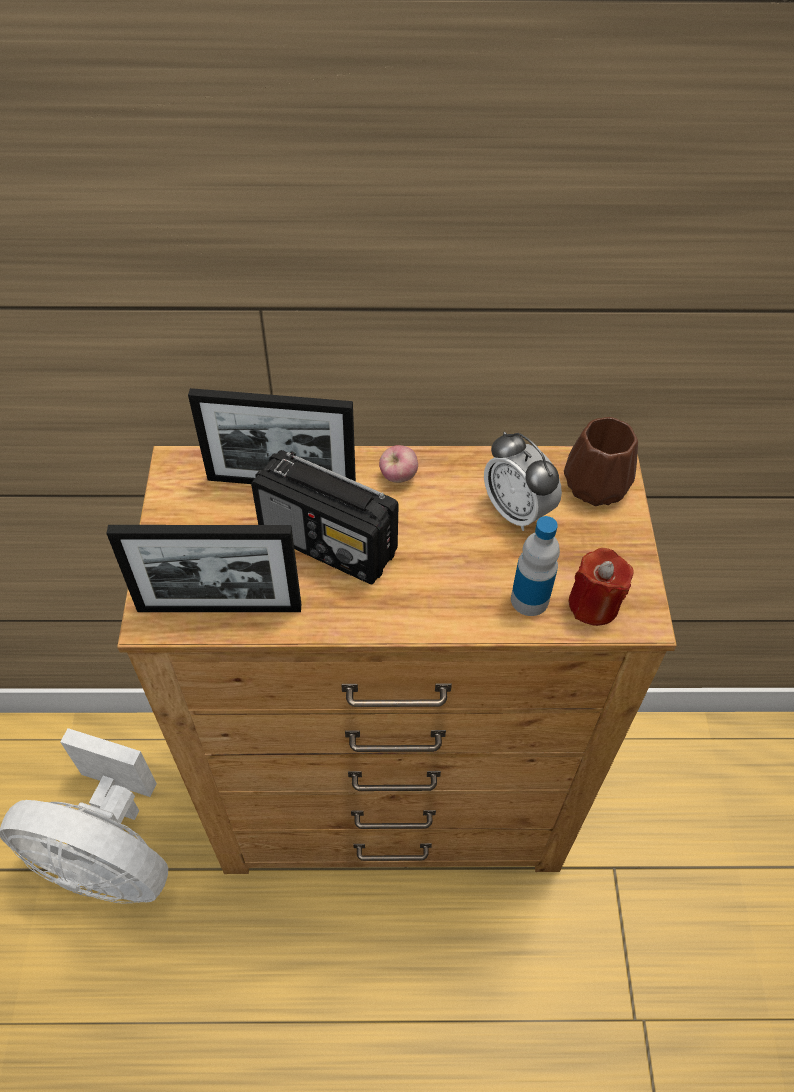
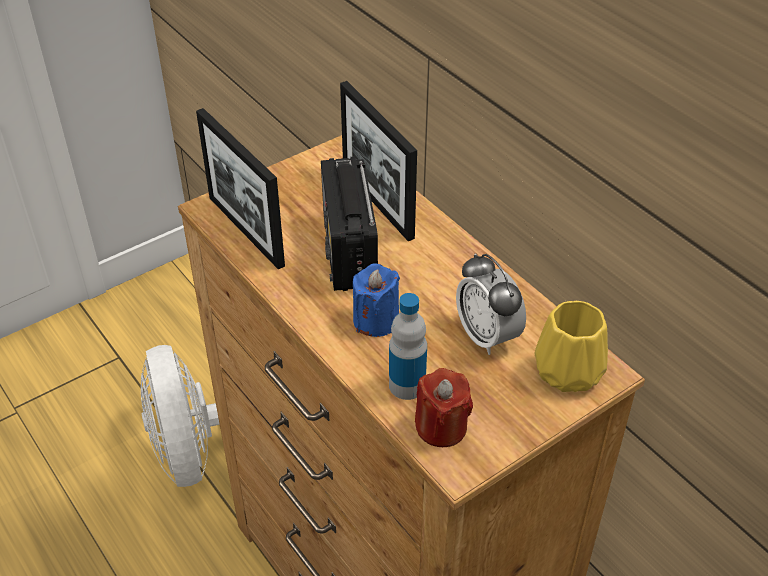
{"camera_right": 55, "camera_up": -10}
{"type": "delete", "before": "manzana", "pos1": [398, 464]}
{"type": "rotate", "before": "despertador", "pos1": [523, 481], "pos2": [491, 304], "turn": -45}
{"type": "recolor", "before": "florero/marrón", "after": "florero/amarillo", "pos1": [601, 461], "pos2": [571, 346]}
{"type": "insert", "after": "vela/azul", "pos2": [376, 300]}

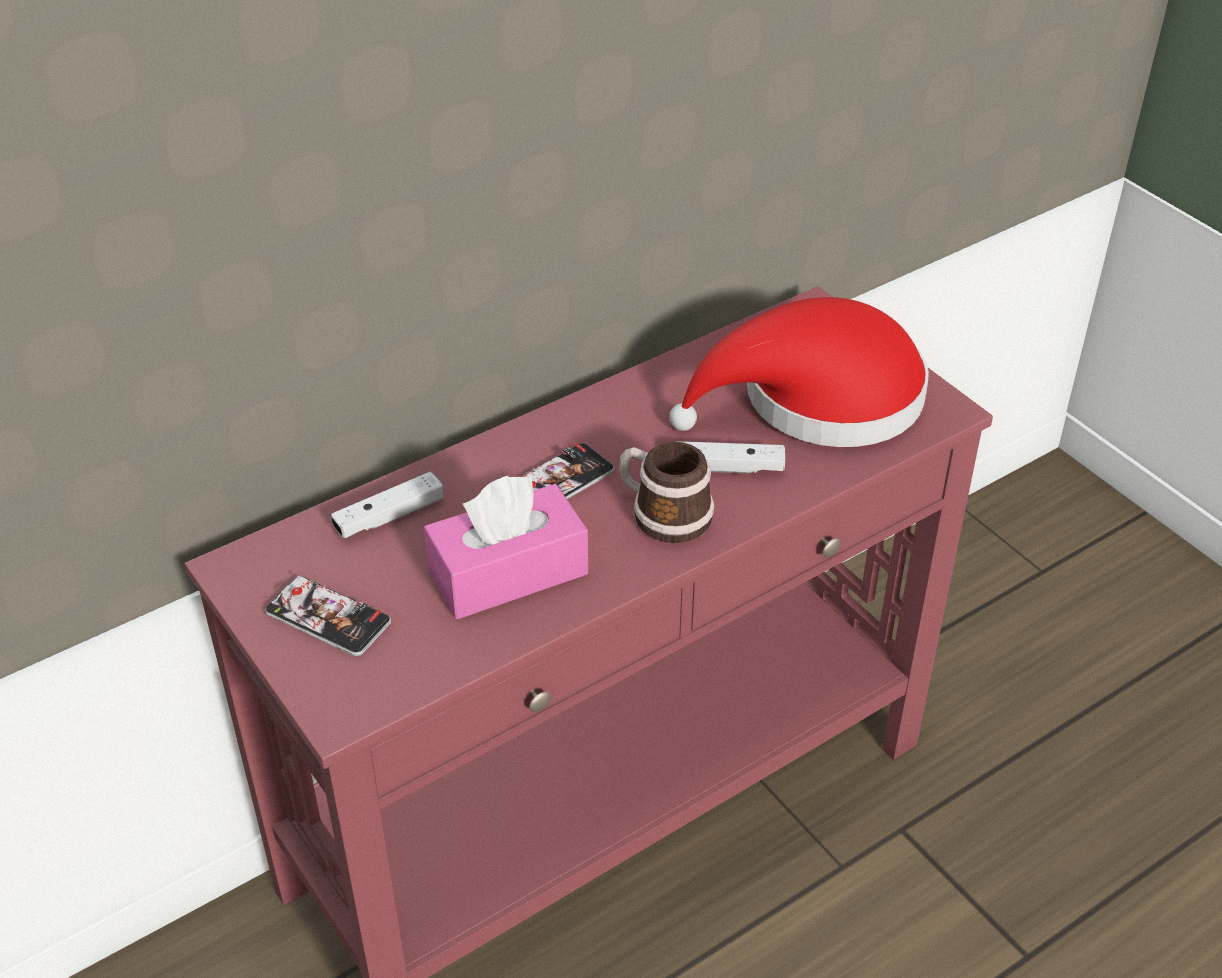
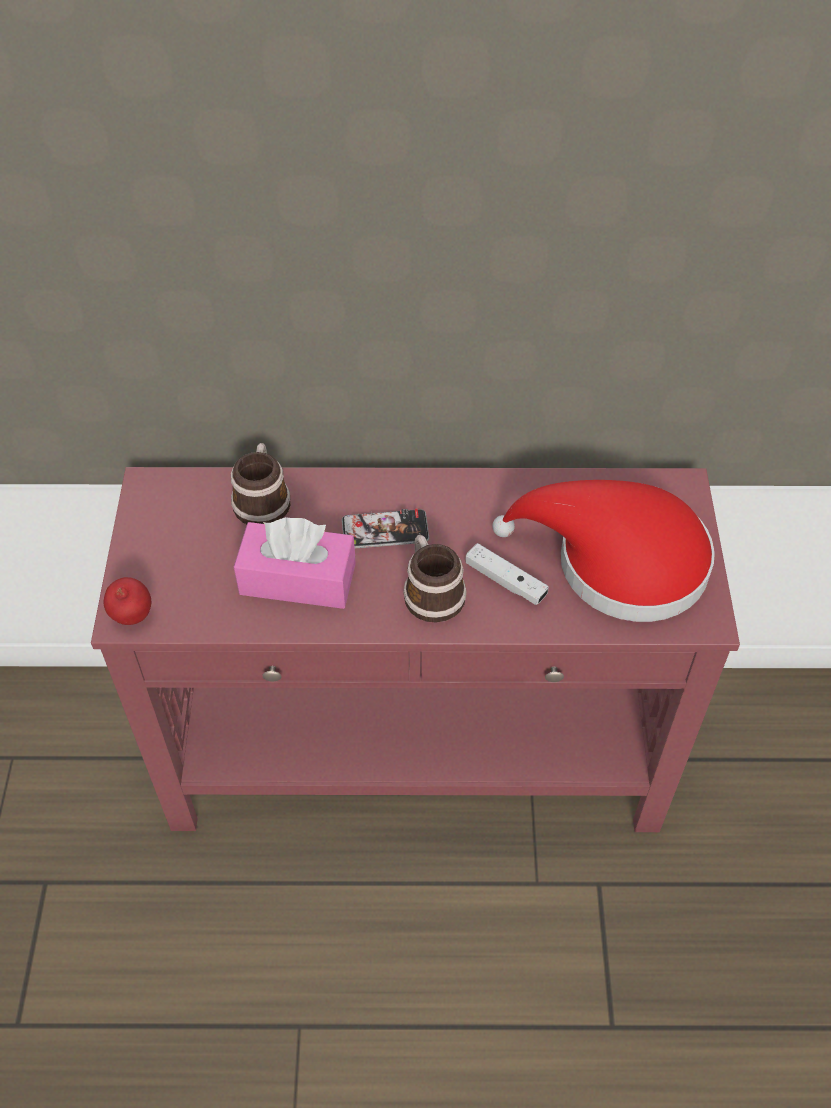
{"camera_right": 35, "camera_up": 10}
{"type": "delete", "before": "móvil", "pos1": [328, 615]}
{"type": "replace", "before": "mando de consola/blanco", "after": "taza grande", "pos1": [387, 505], "pos2": [260, 483]}
{"type": "insert", "after": "manzana", "pos2": [127, 601]}

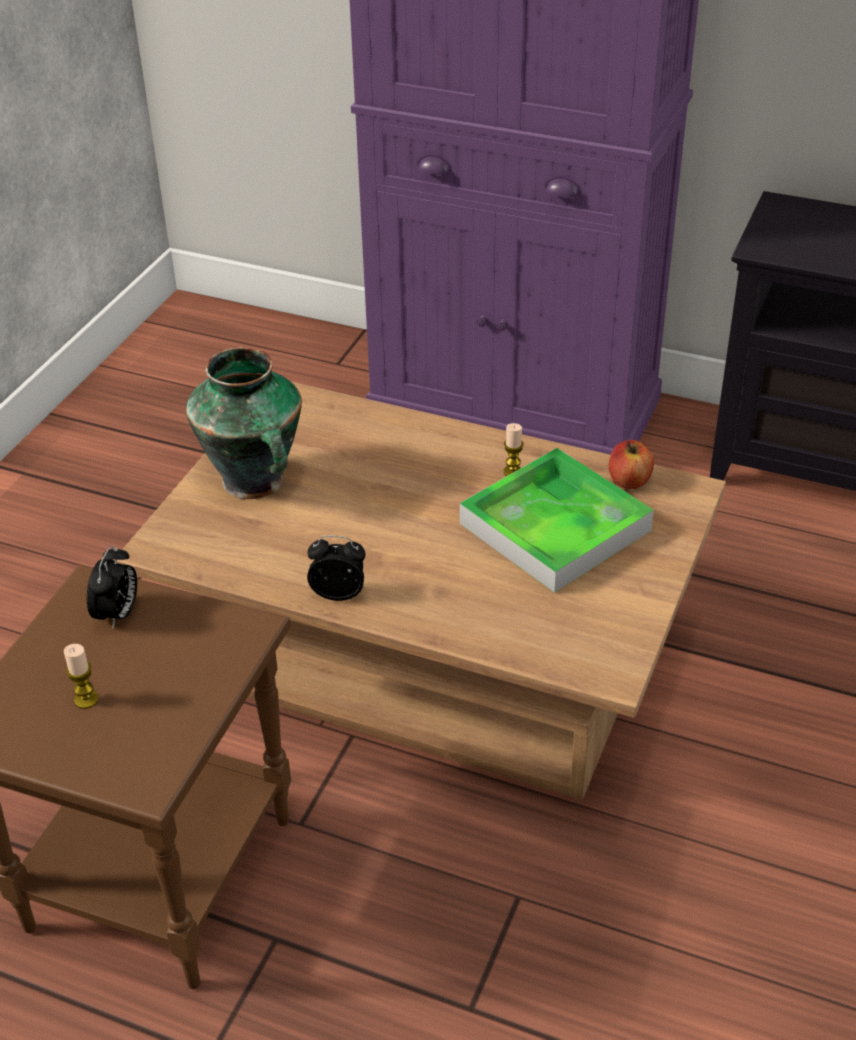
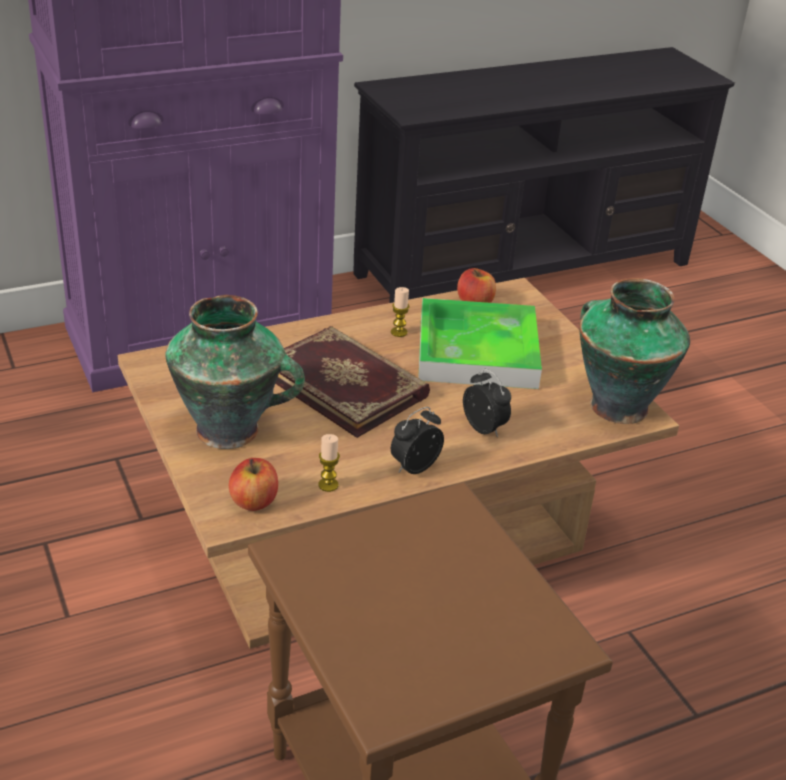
{"camera_right": -50, "camera_up": -5}
{"type": "move", "before": "vela", "pos1": [81, 676], "pos2": [329, 463]}
{"type": "move", "before": "despertador", "pos1": [112, 587], "pos2": [487, 403]}
{"type": "insert", "after": "manzana", "pos2": [253, 484]}
{"type": "insert", "after": "libro", "pos2": [352, 382]}
{"type": "insert", "after": "florero", "pos2": [634, 351]}

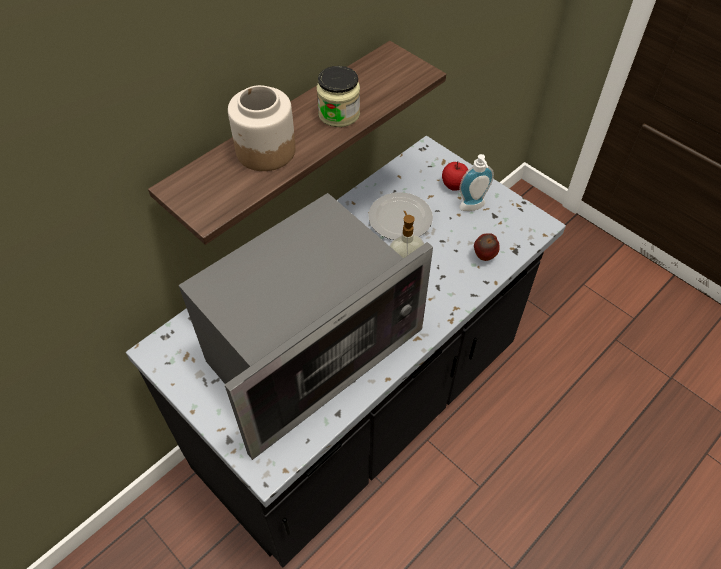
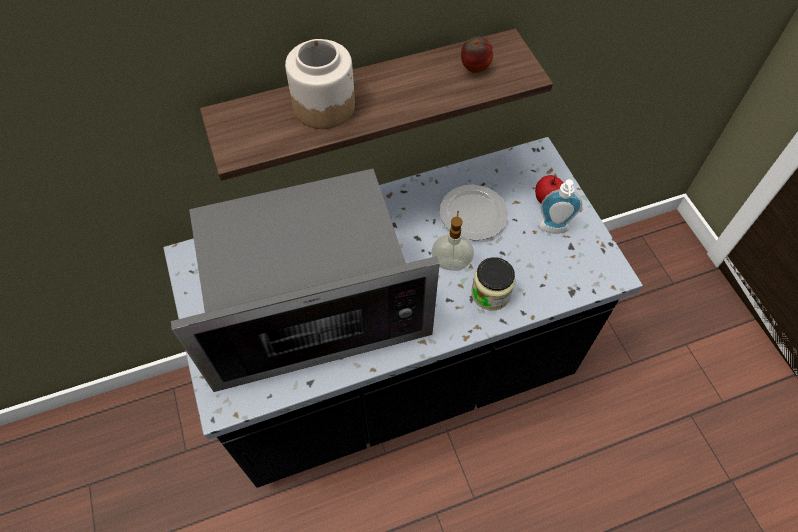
{"camera_right": 25, "camera_up": 5}
{"type": "move", "before": "tarro", "pos1": [338, 96], "pos2": [493, 284]}
{"type": "move", "before": "manzana", "pos1": [487, 247], "pos2": [477, 55]}

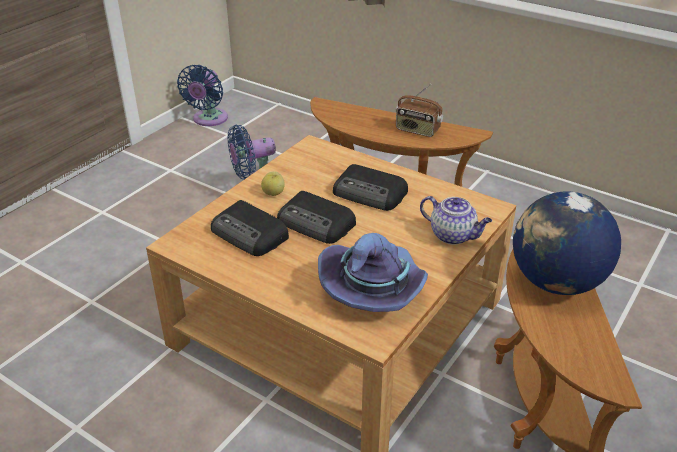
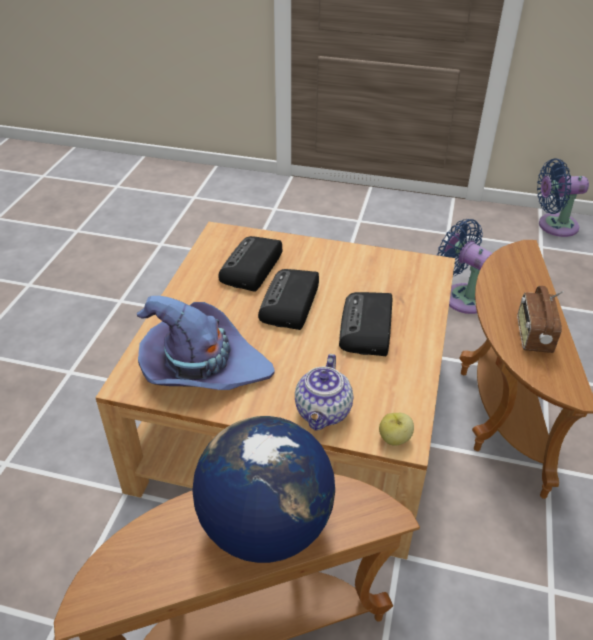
{"camera_right": 70, "camera_up": 5}
{"type": "move", "before": "manzana", "pos1": [273, 183], "pos2": [396, 429]}

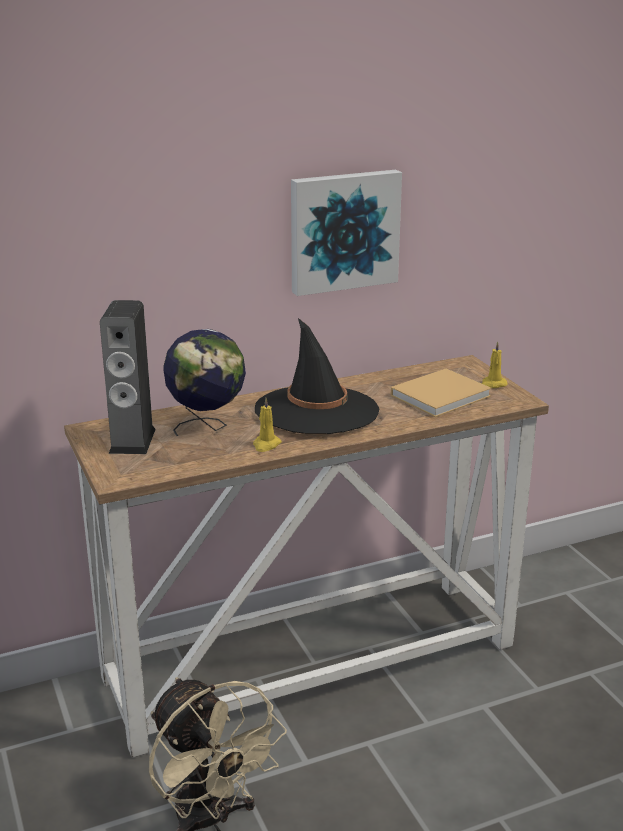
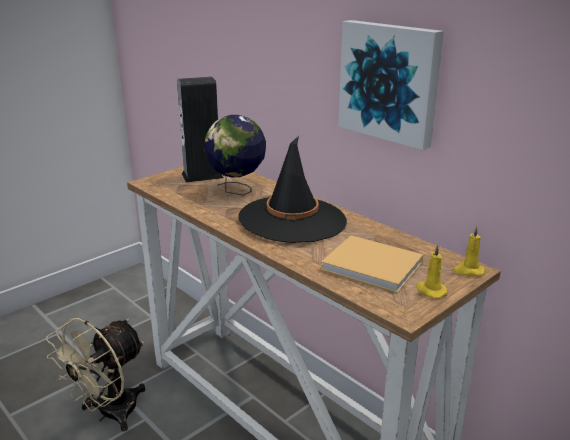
{"camera_right": 70, "camera_up": 0}
{"type": "move", "before": "vela/amarillo", "pos1": [267, 425], "pos2": [469, 251]}

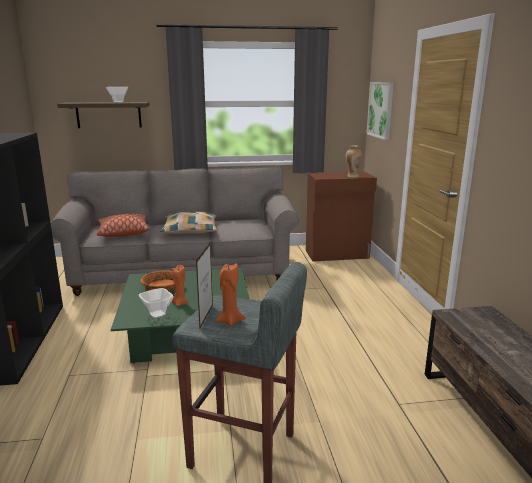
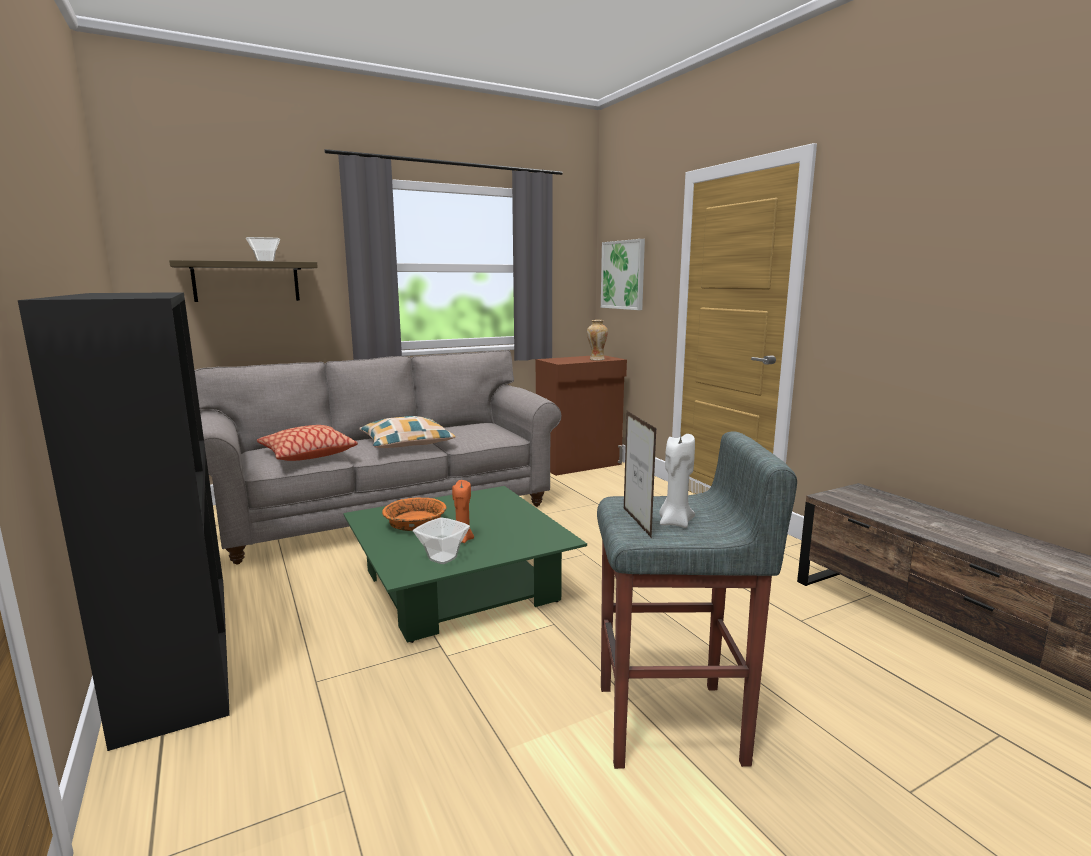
{"camera_right": -20, "camera_up": -5}
{"type": "recolor", "before": "vela/naranja", "after": "vela/blanco", "pos1": [230, 294], "pos2": [677, 481]}

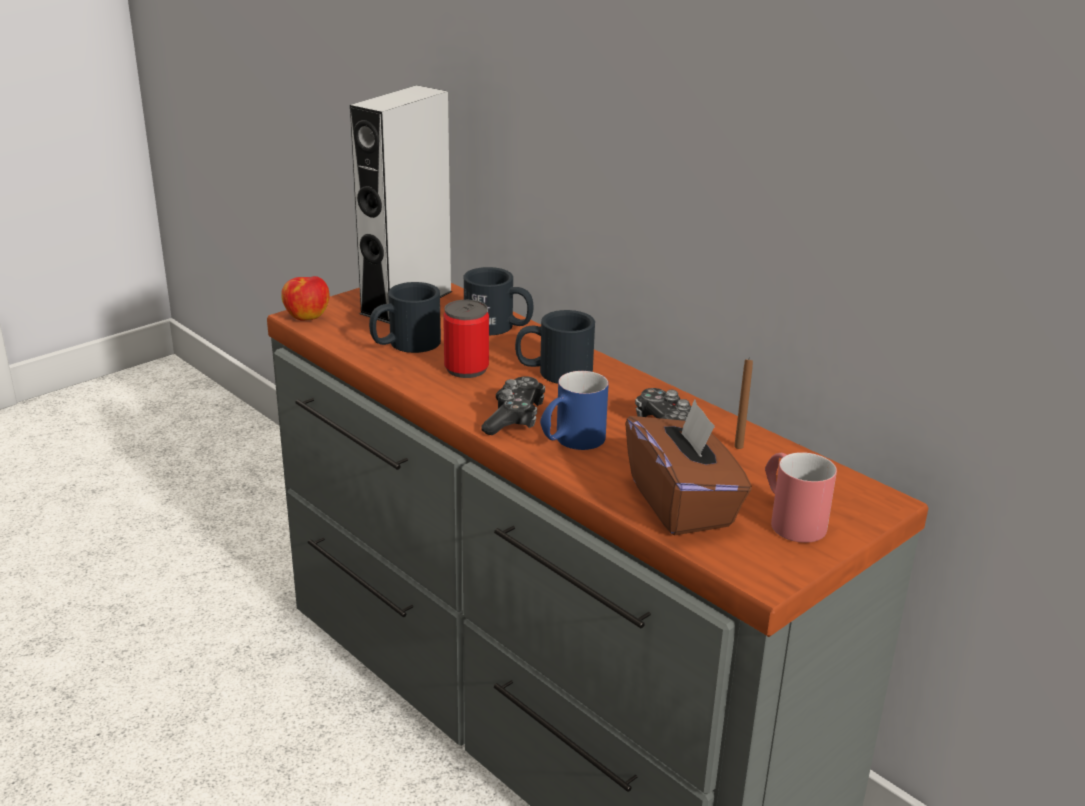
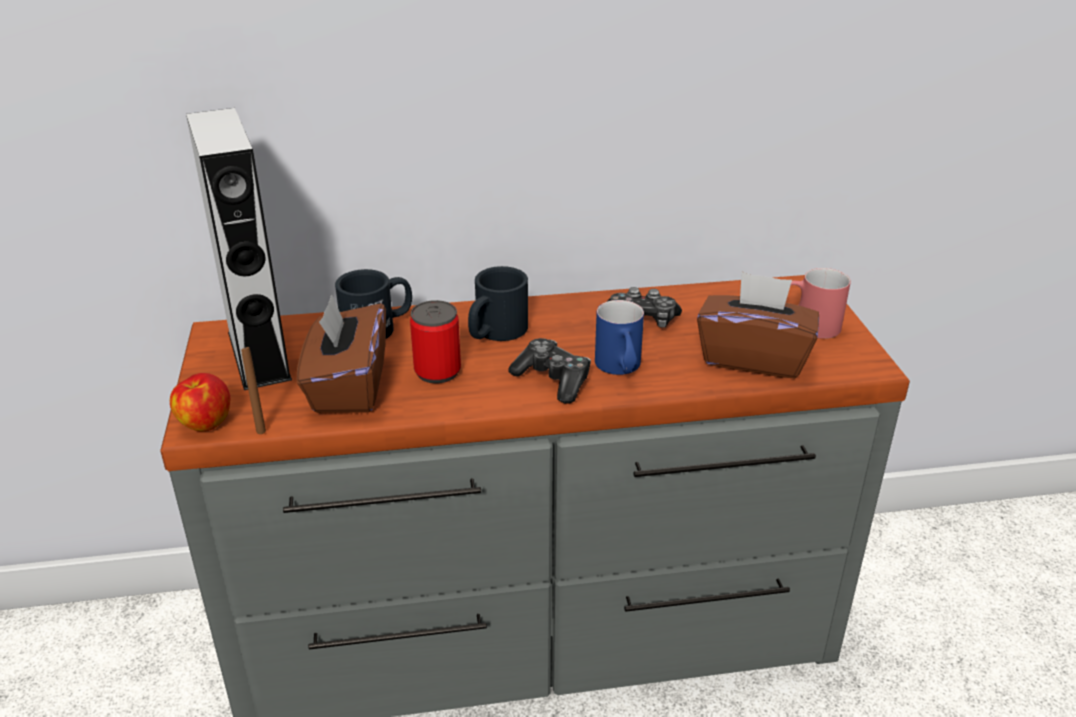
{"camera_right": -55, "camera_up": 5}
{"type": "replace", "before": "taza grande/negro", "after": "caja de pañuelos/marrón", "pos1": [405, 317], "pos2": [341, 353]}
{"type": "move", "before": "vela/marrón", "pos1": [743, 404], "pos2": [253, 389]}

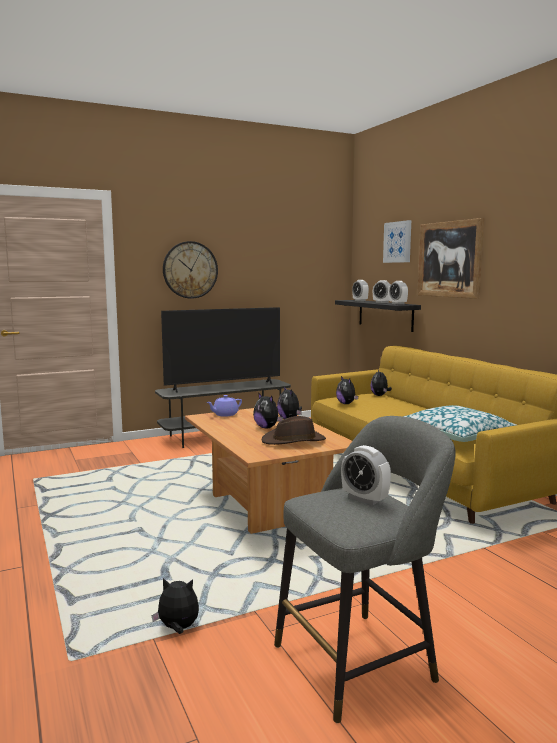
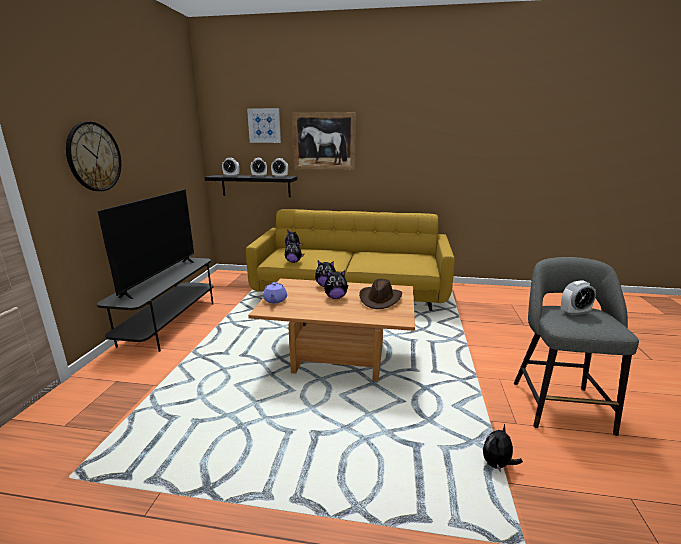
{"camera_right": -55, "camera_up": 10}
{"type": "delete", "before": "cojín", "pos1": [459, 423]}

